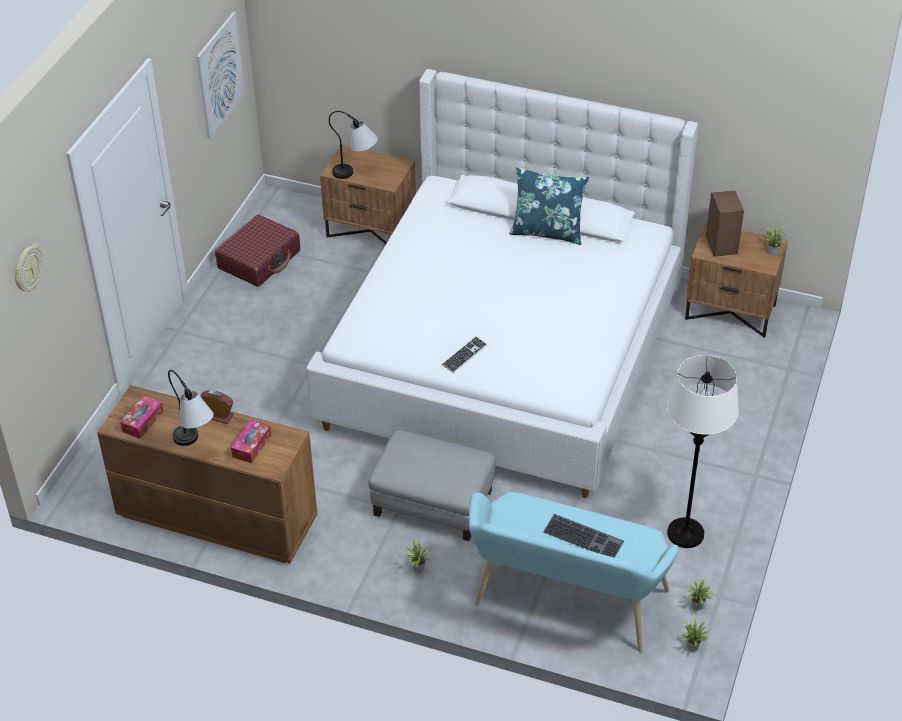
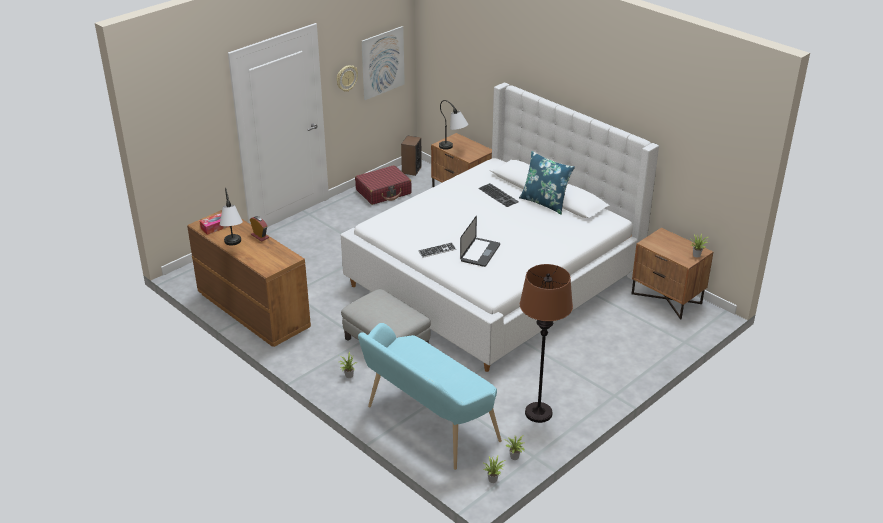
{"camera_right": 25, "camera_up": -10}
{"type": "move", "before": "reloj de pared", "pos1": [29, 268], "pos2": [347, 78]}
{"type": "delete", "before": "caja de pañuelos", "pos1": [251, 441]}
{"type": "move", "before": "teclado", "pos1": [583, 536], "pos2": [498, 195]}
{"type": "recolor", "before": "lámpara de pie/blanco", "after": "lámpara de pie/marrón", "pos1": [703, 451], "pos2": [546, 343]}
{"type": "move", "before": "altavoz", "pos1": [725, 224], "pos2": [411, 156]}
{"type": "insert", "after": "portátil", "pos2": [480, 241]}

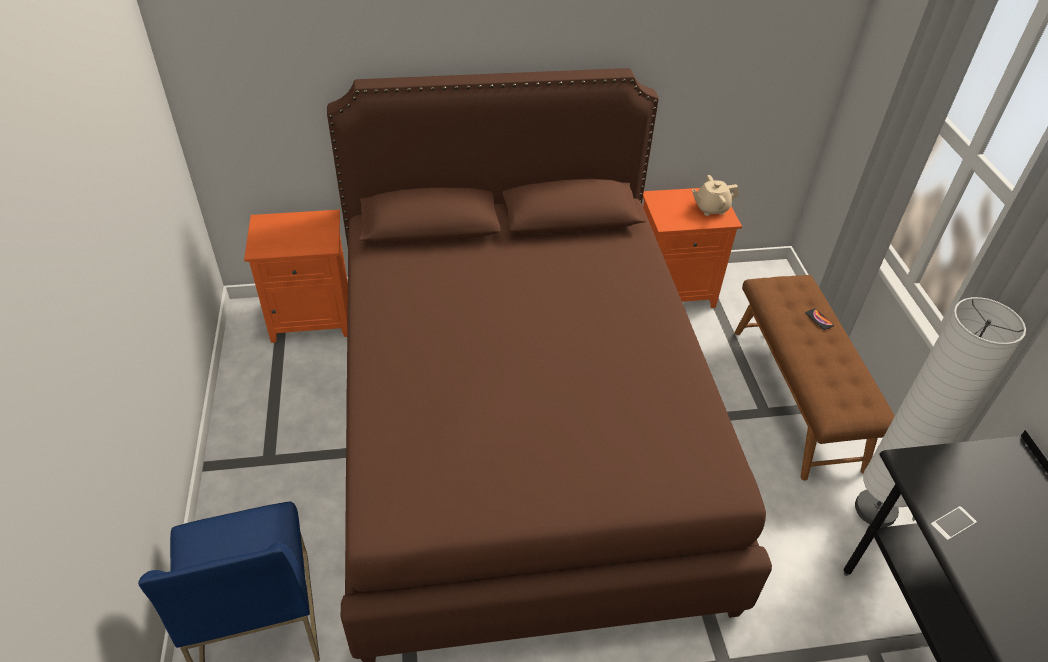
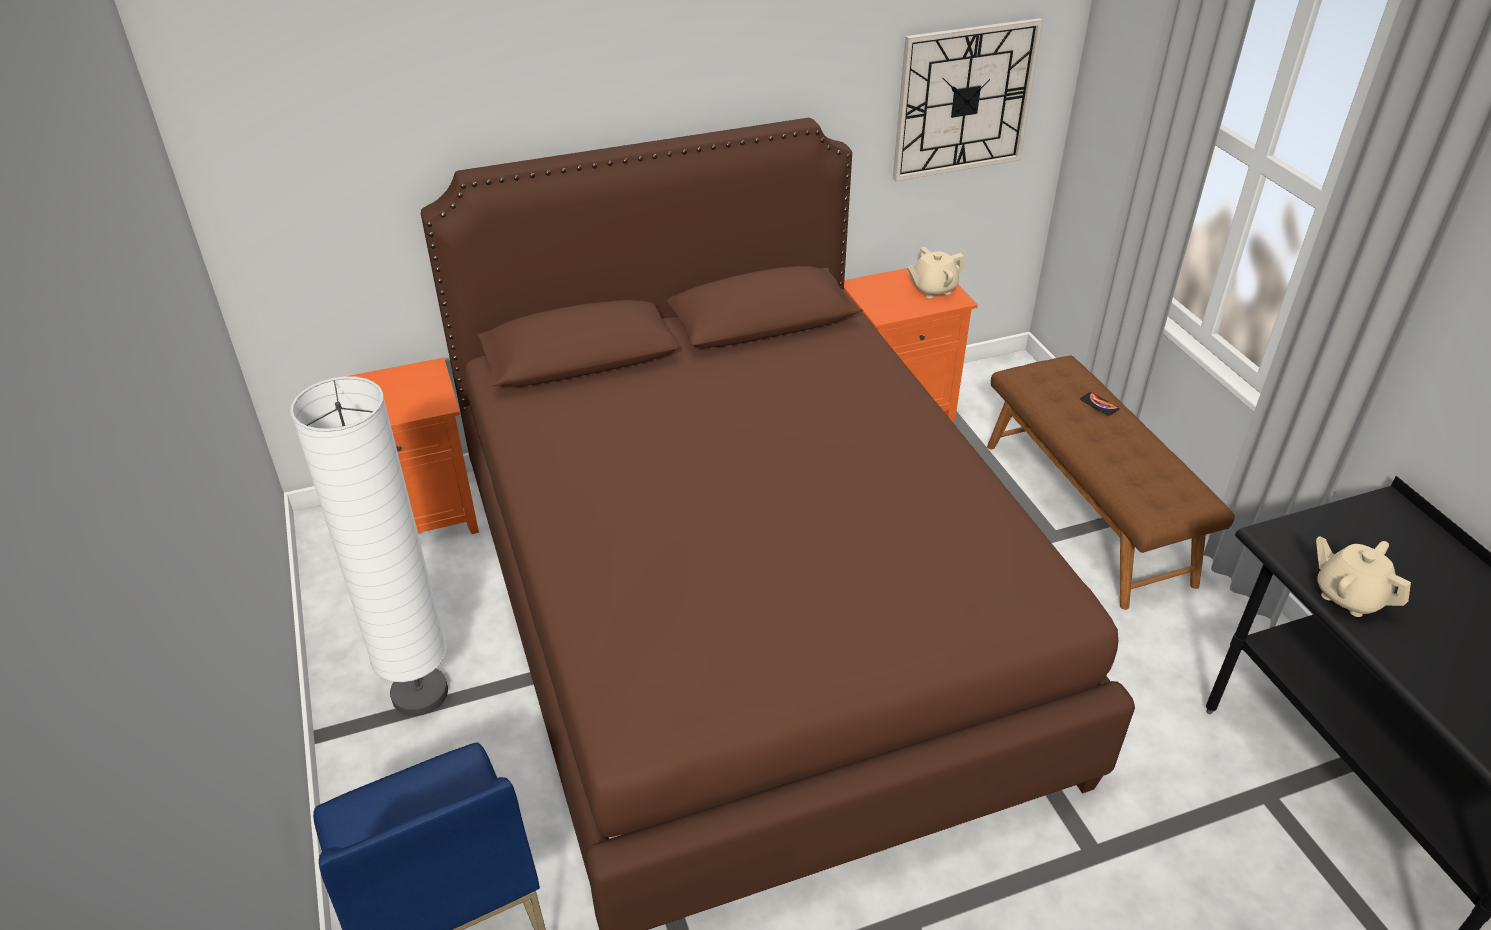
{"camera_right": -10, "camera_up": -5}
{"type": "move", "before": "lámpara de pie/blanco", "pos1": [940, 412], "pos2": [369, 546]}
{"type": "replace", "before": "móvil", "after": "tetera/beis", "pos1": [954, 523], "pos2": [1363, 576]}
{"type": "insert", "after": "reloj de pared", "pos2": [968, 99]}

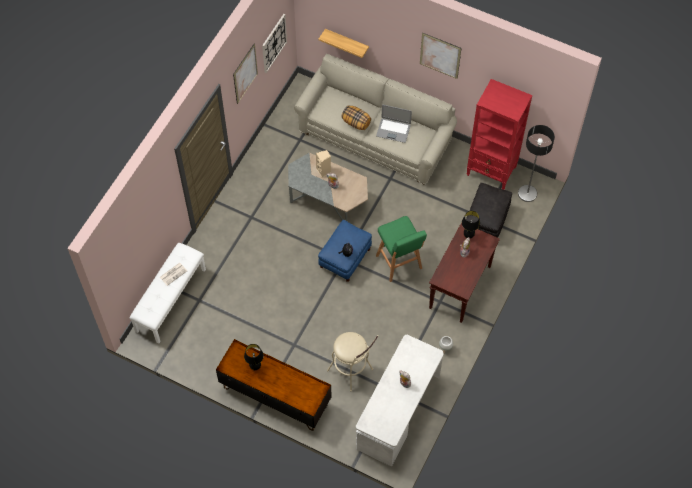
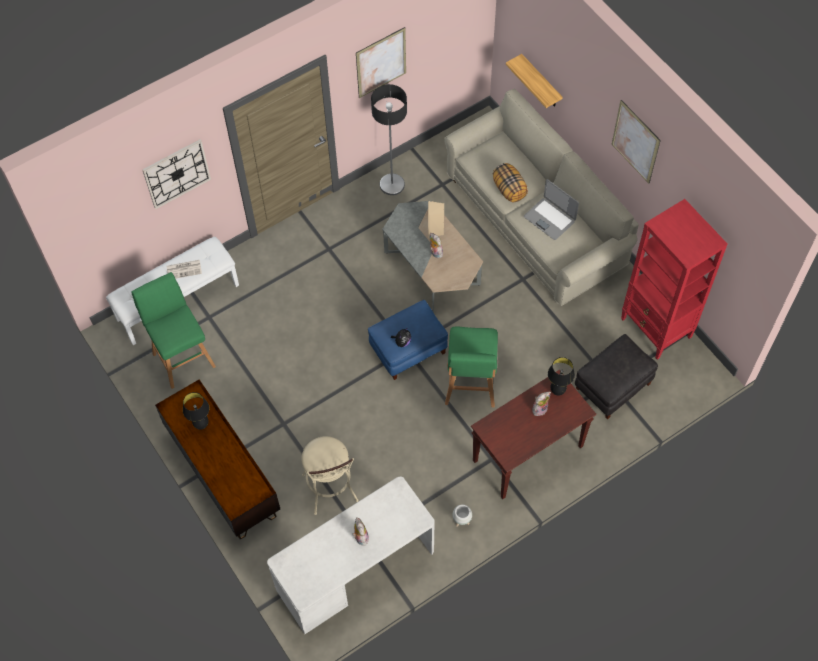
{"camera_right": 30, "camera_up": 0}
{"type": "move", "before": "reloj de pared", "pos1": [274, 43], "pos2": [176, 174]}
{"type": "move", "before": "lámpara de pie", "pos1": [536, 163], "pos2": [389, 139]}
{"type": "insert", "after": "taburete/verde", "pos2": [173, 330]}

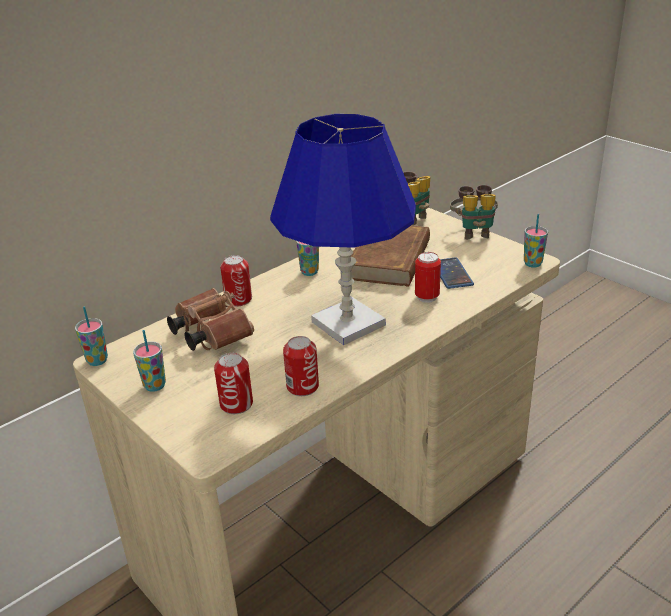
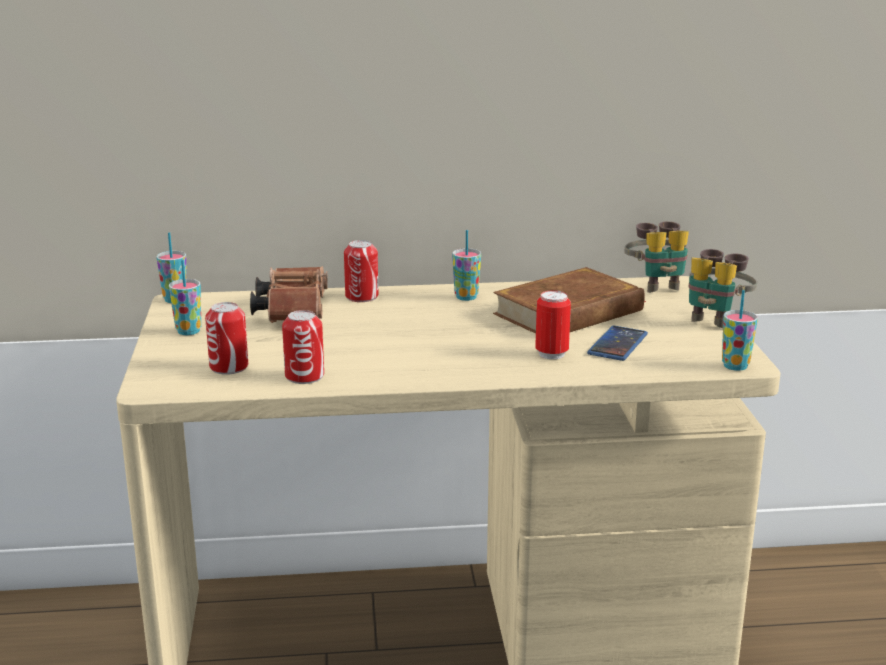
{"camera_right": 35, "camera_up": -10}
{"type": "delete", "before": "lámpara de mesa/azul", "pos1": [343, 229]}

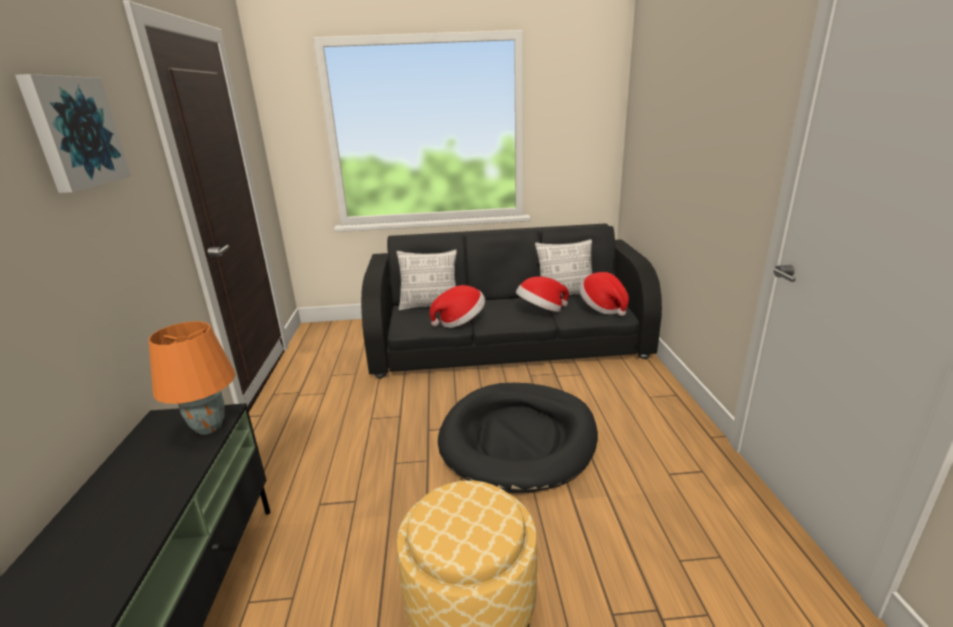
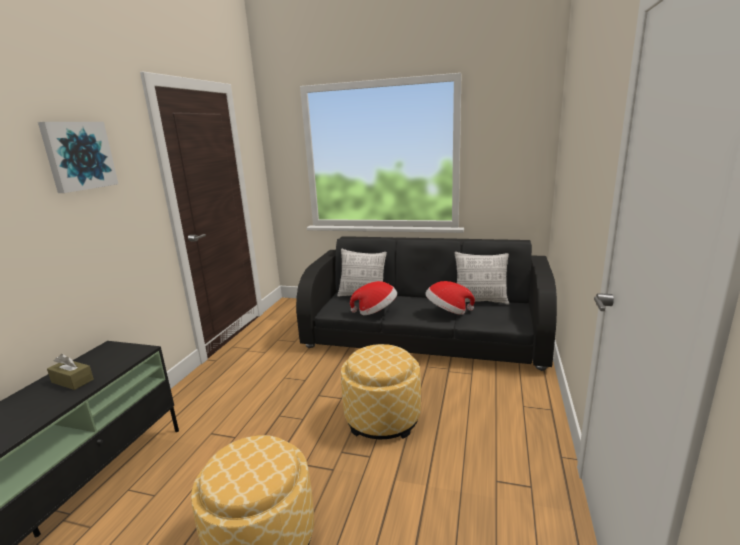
{"camera_right": 20, "camera_up": -5}
{"type": "delete", "before": "lámpara de mesa/naranja", "pos1": [192, 378]}
{"type": "replace", "before": "cama para perro/negro", "after": "puf", "pos1": [518, 438], "pos2": [381, 391]}
{"type": "delete", "before": "sombrero", "pos1": [604, 294]}
{"type": "insert", "after": "caja de pañuelos/marrón", "pos2": [70, 372]}

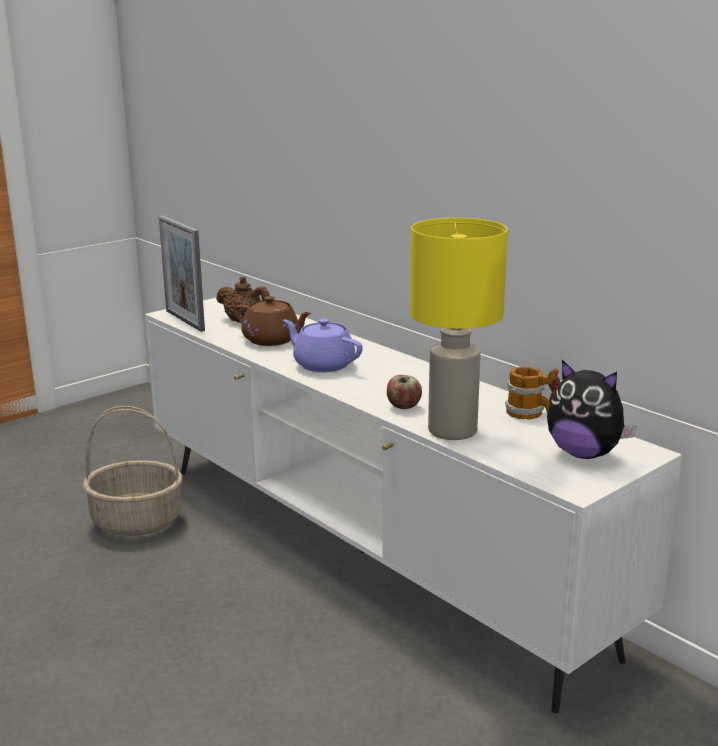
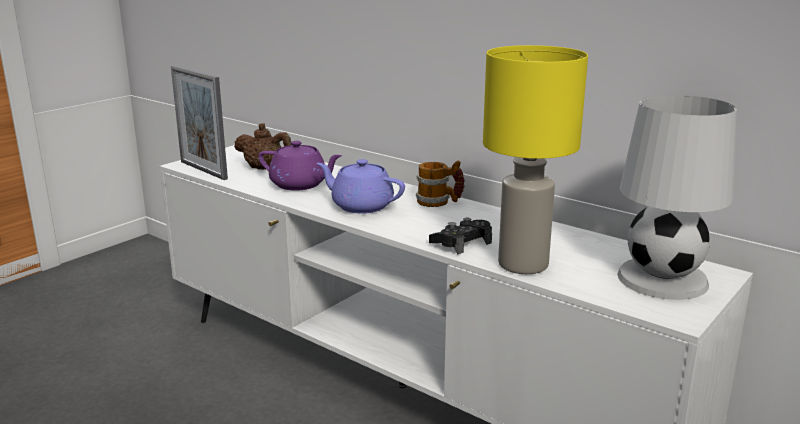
{"camera_right": -10, "camera_up": 0}
{"type": "delete", "before": "cesta", "pos1": [132, 471]}
{"type": "recolor", "before": "tetera/marrón", "after": "tetera/morado", "pos1": [273, 321], "pos2": [300, 166]}
{"type": "replace", "before": "manzana", "after": "mando de consola/negro", "pos1": [404, 392], "pos2": [460, 236]}
{"type": "move", "before": "taza grande", "pos1": [533, 393], "pos2": [440, 183]}
{"type": "replace", "before": "peluche", "after": "lámpara de mesa/blanco", "pos1": [592, 409], "pos2": [677, 197]}

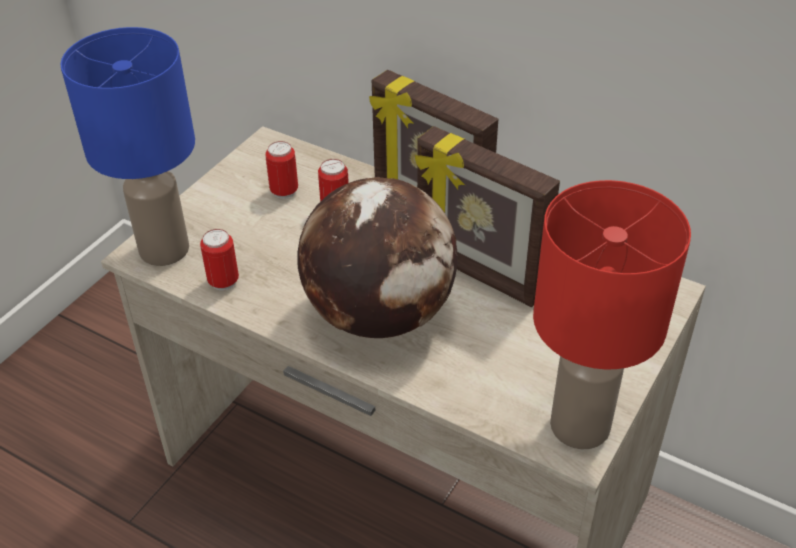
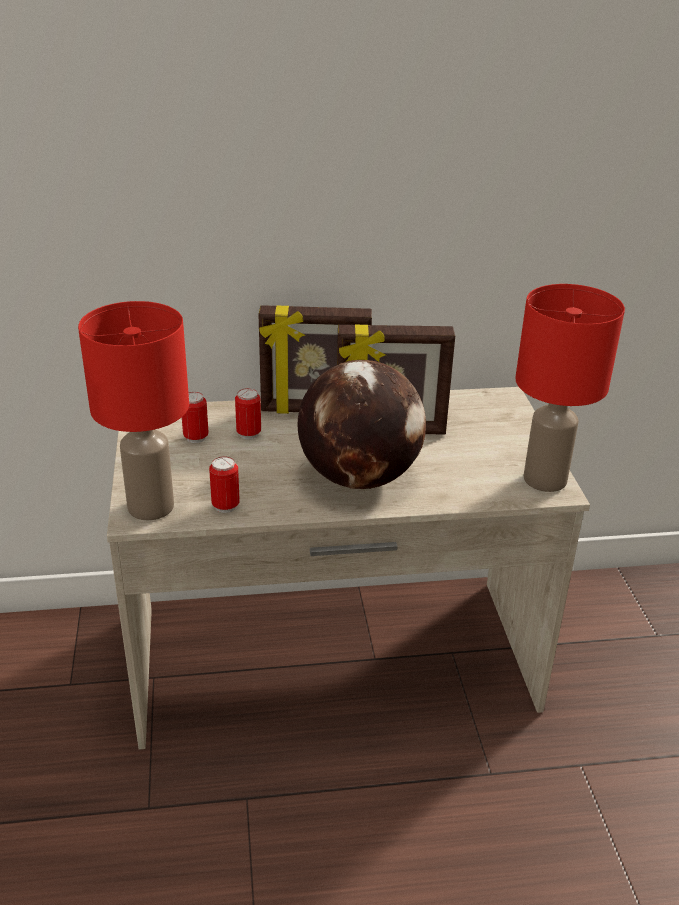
{"camera_right": -40, "camera_up": -10}
{"type": "recolor", "before": "lámpara de mesa/azul", "after": "lámpara de mesa/rojo", "pos1": [128, 146], "pos2": [133, 410]}

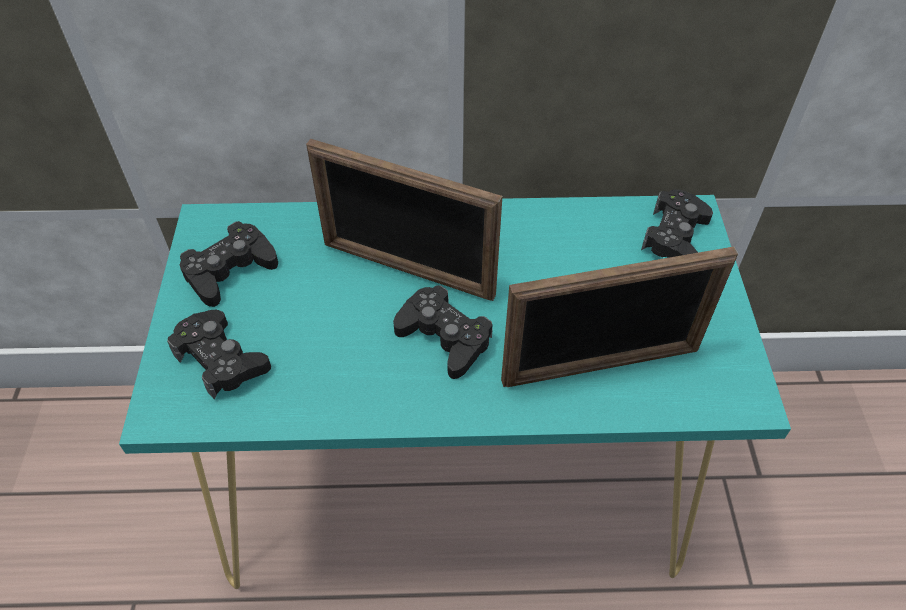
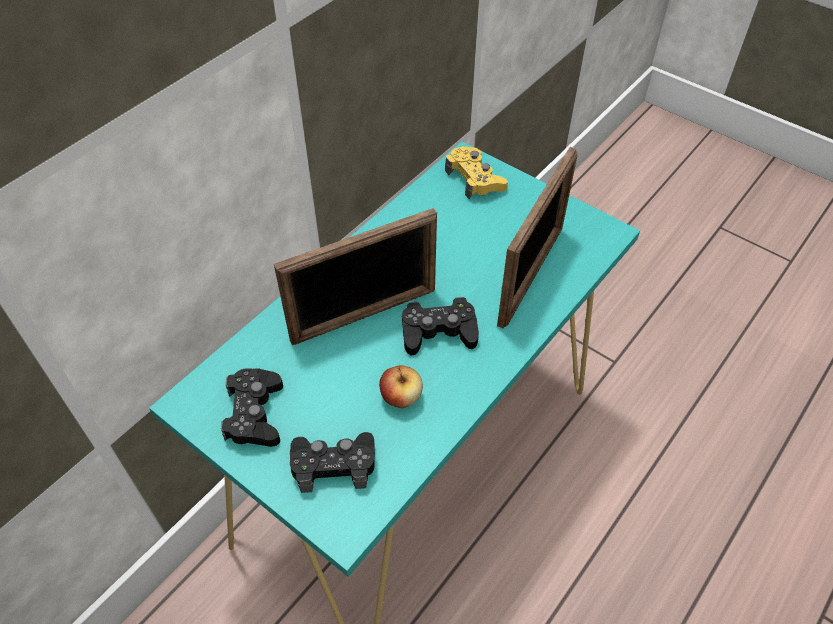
{"camera_right": -50, "camera_up": 0}
{"type": "recolor", "before": "mando de consola/negro", "after": "mando de consola/amarillo", "pos1": [677, 224], "pos2": [476, 172]}
{"type": "insert", "after": "manzana", "pos2": [401, 386]}

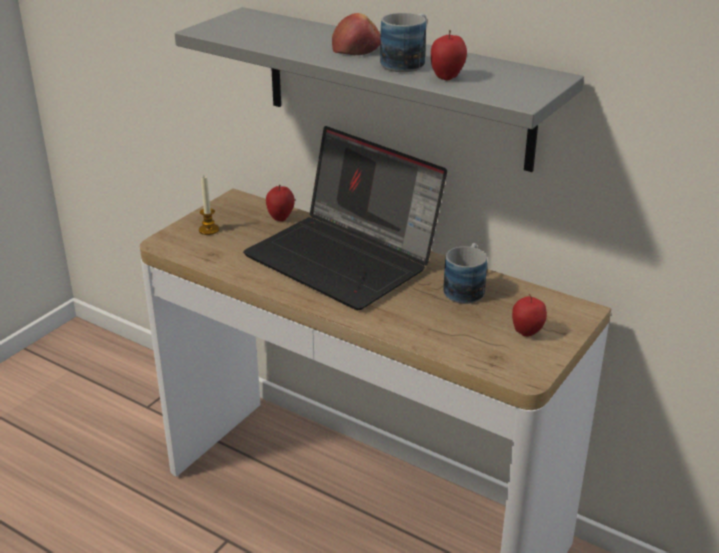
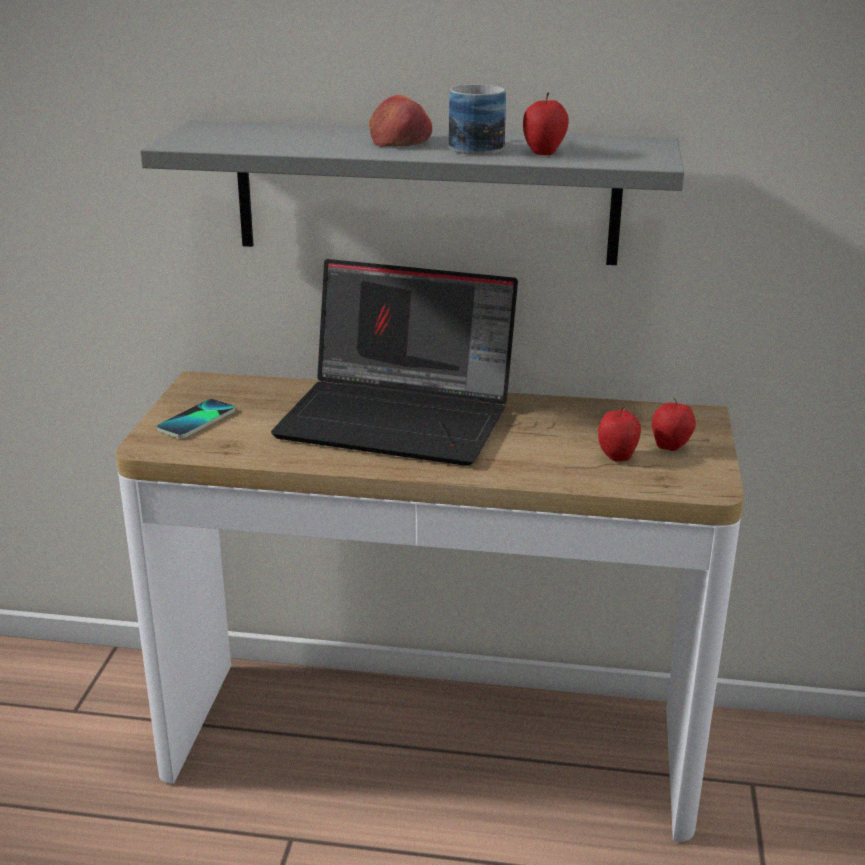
{"camera_right": -25, "camera_up": -5}
{"type": "replace", "before": "vela", "after": "móvil", "pos1": [209, 206], "pos2": [196, 418]}
{"type": "move", "before": "manzana", "pos1": [280, 203], "pos2": [619, 434]}
{"type": "delete", "before": "taza grande", "pos1": [465, 273]}

